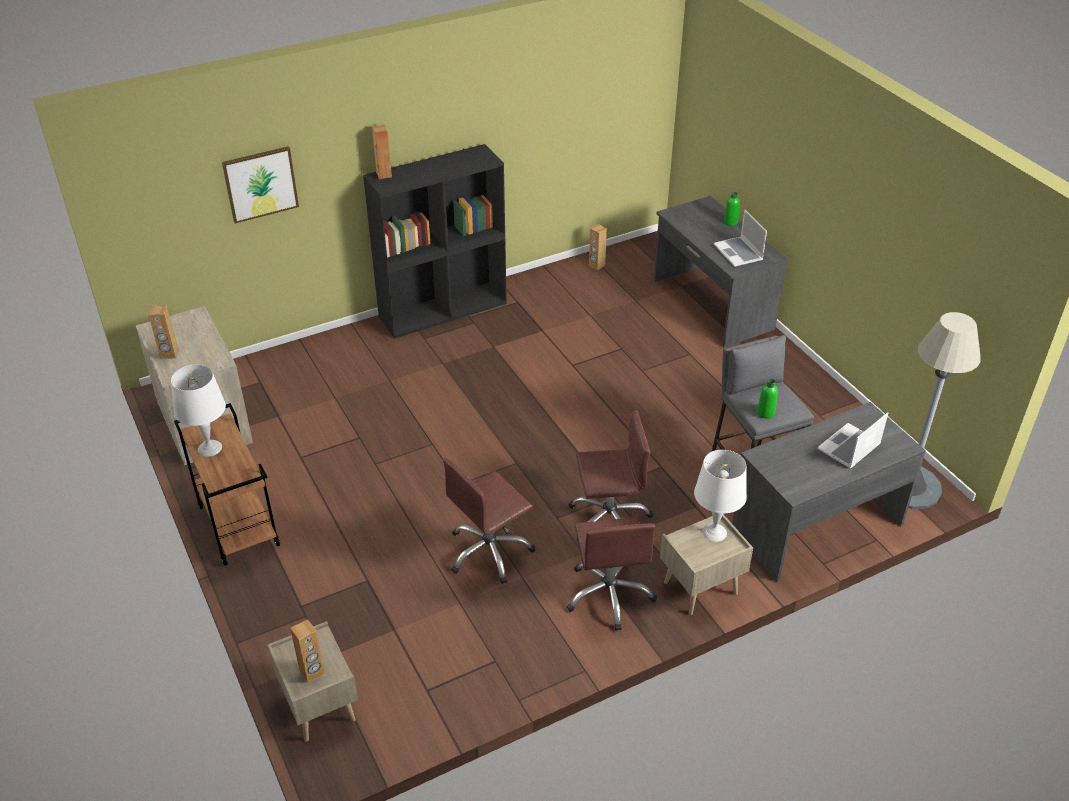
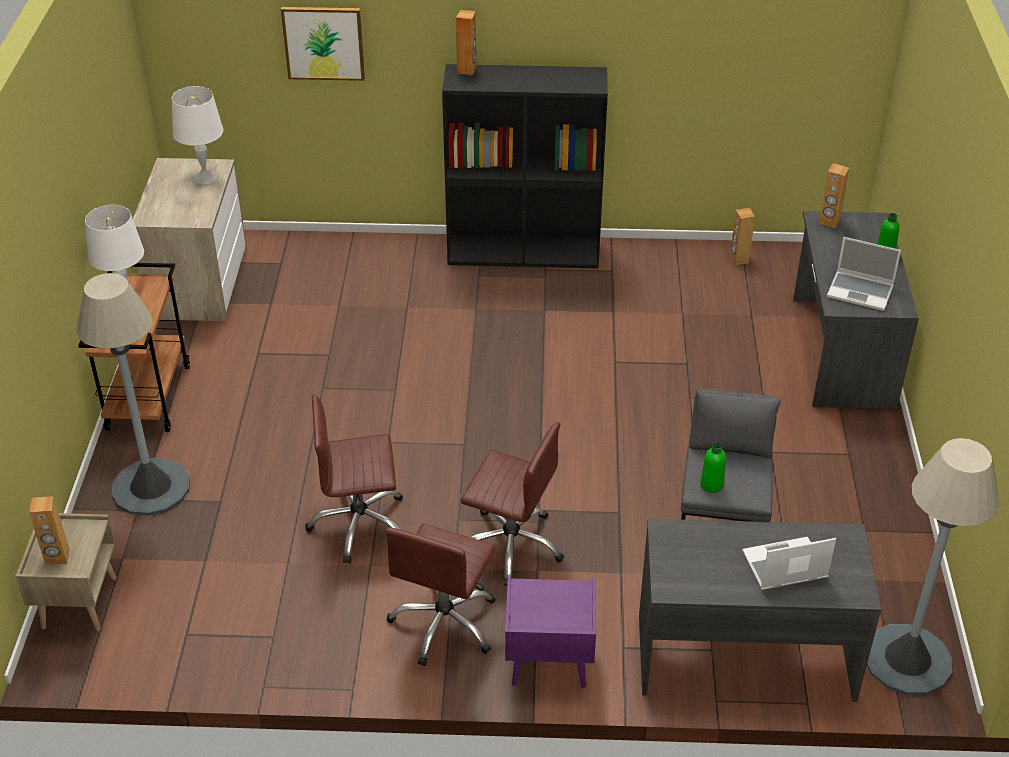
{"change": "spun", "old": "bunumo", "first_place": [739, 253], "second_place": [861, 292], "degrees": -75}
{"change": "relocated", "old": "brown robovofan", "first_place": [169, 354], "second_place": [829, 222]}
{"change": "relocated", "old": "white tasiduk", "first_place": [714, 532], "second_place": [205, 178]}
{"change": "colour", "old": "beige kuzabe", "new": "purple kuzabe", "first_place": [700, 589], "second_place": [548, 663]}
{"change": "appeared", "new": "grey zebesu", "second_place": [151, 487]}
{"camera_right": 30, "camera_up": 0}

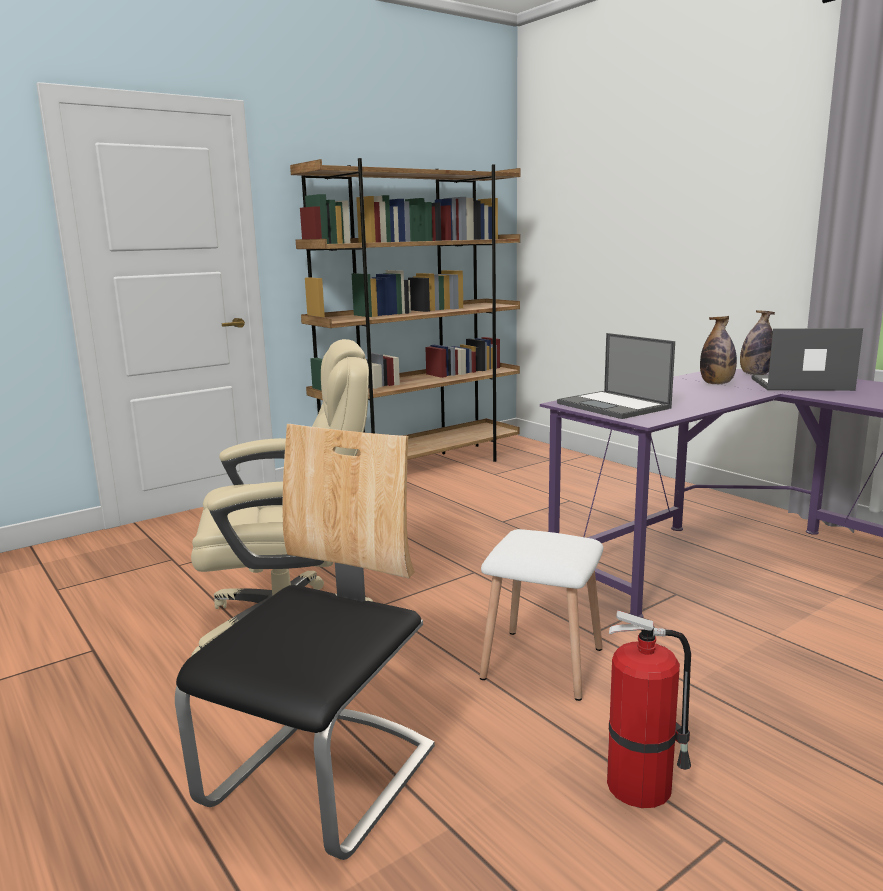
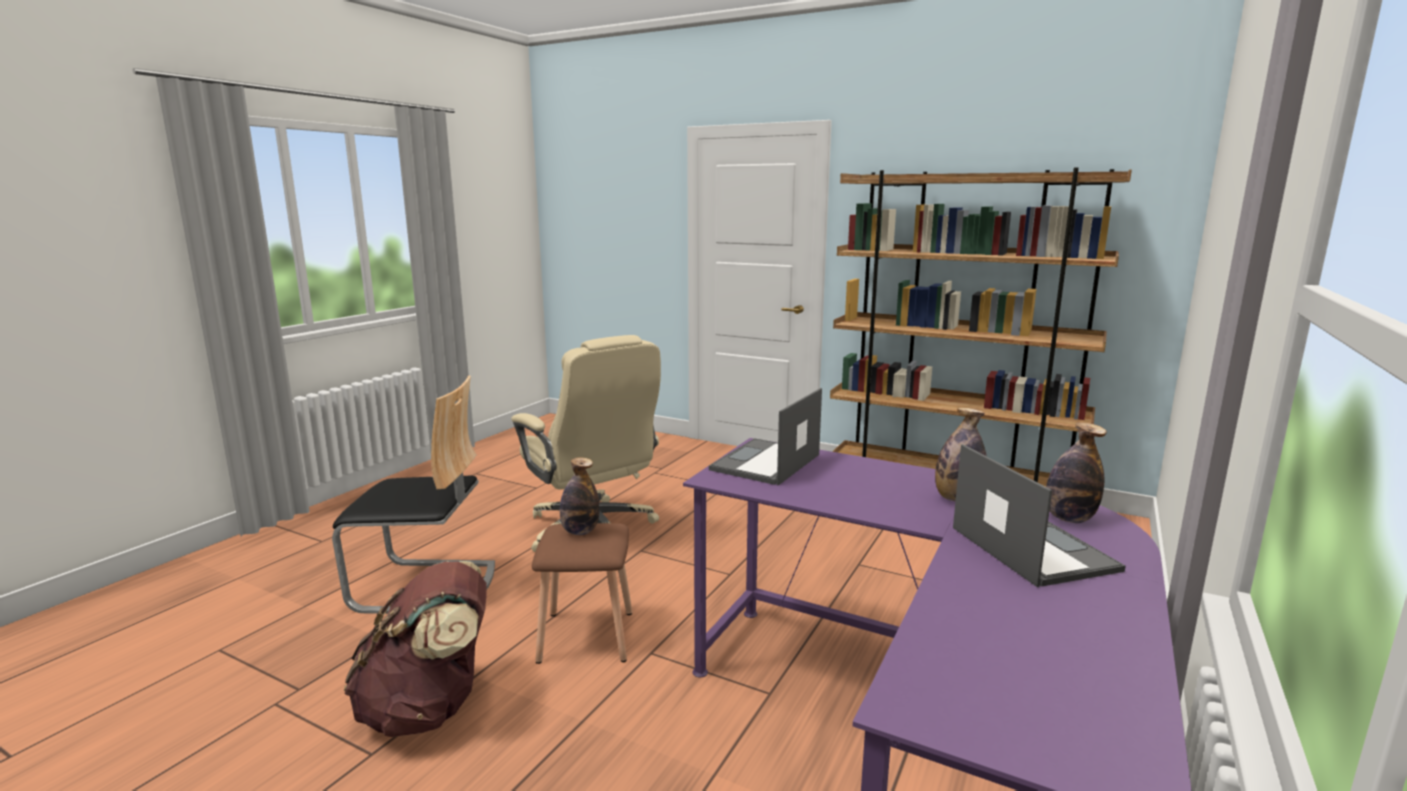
{"change": "colour", "old": "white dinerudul", "new": "brown dinerudul", "first_place": [540, 663], "second_place": [585, 635]}
{"change": "exchanged", "old": "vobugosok", "new": "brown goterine", "first_place": [642, 786], "second_place": [429, 708]}
{"change": "appeared", "new": "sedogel", "second_place": [580, 531]}
{"camera_right": 65, "camera_up": 0}

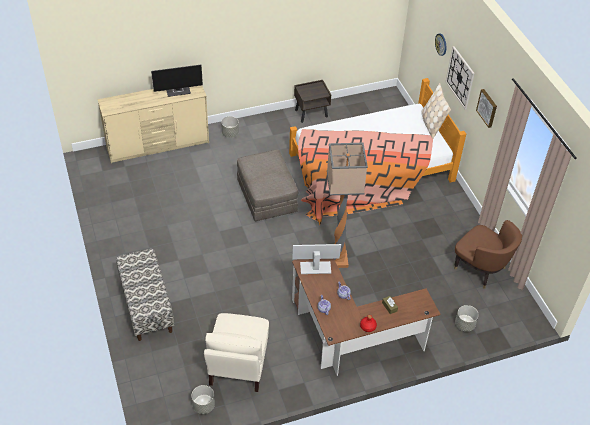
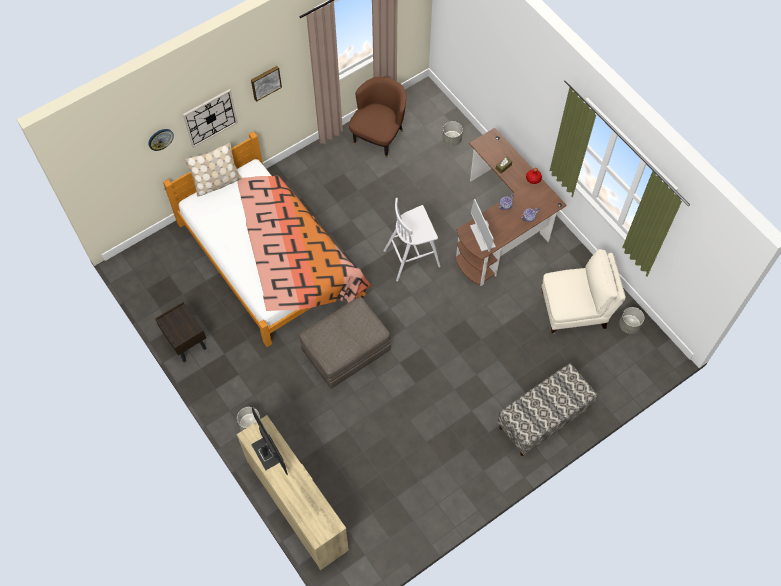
{"change": "exchanged", "old": "zebesu", "new": "white dinerudul", "first_place": [338, 259], "second_place": [413, 258]}
{"camera_right": -105, "camera_up": 15}

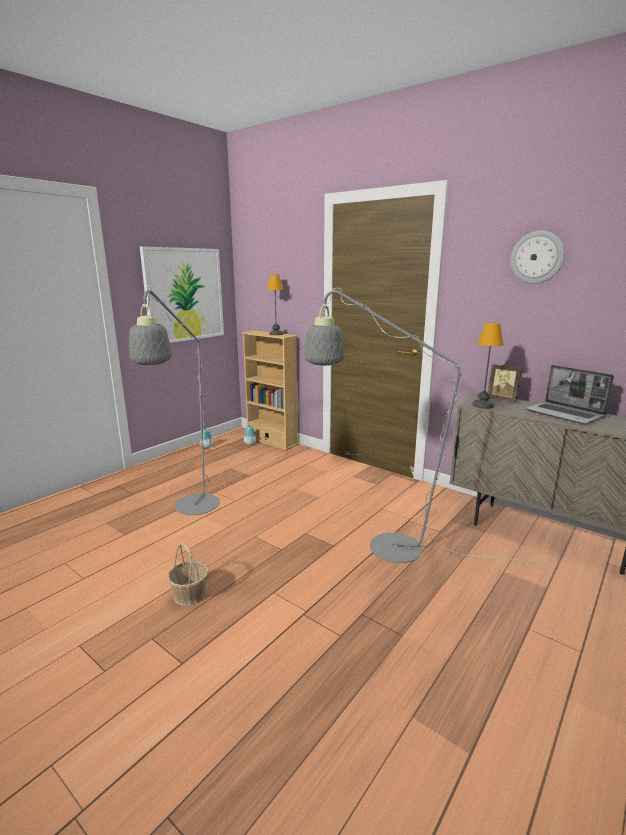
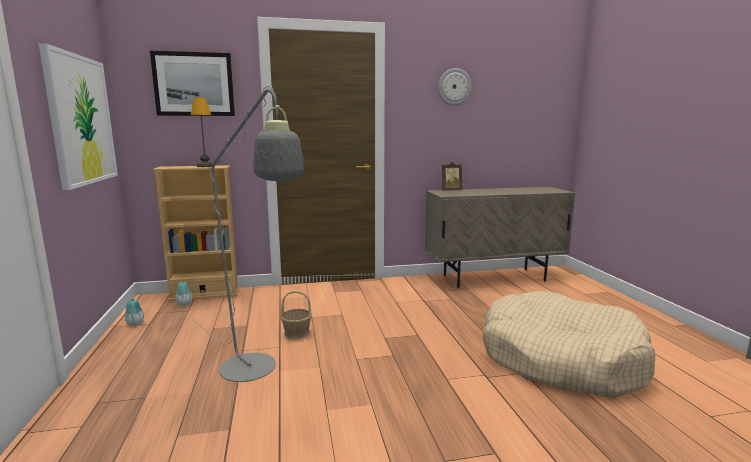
{"change": "missing", "old": "grey zebesu", "first_place": [381, 546]}
{"change": "missing", "old": "tasiduk", "first_place": [482, 405]}
{"change": "missing", "old": "bunumo", "first_place": [565, 414]}
{"change": "relocated", "old": "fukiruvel", "first_place": [190, 594], "second_place": [296, 333]}
{"change": "appeared", "new": "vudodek", "second_place": [194, 84]}
{"change": "appeared", "new": "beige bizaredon", "second_place": [560, 359]}
{"camera_right": -50, "camera_up": -5}

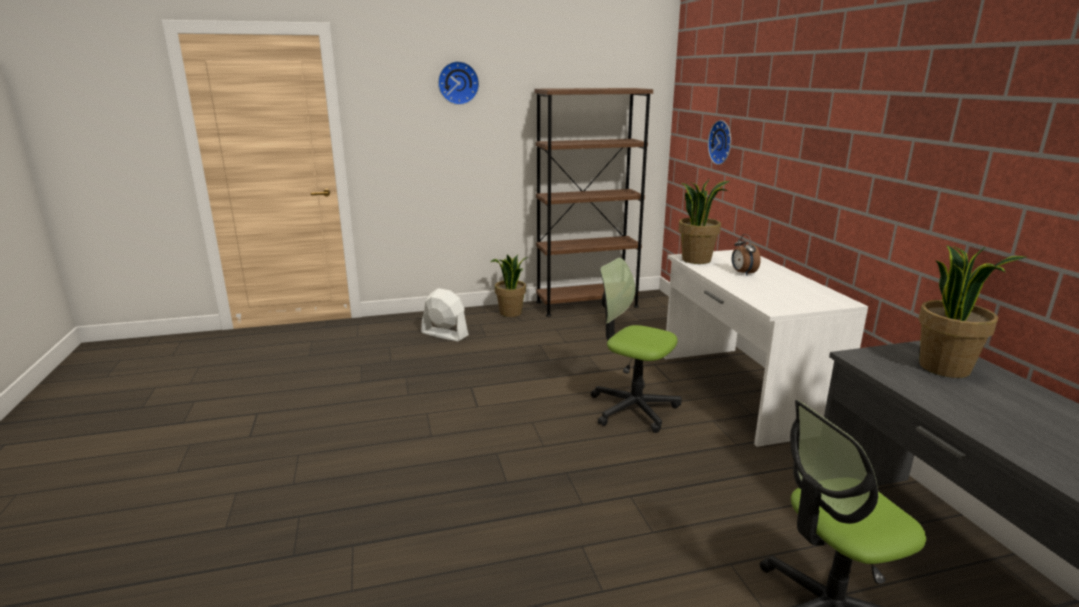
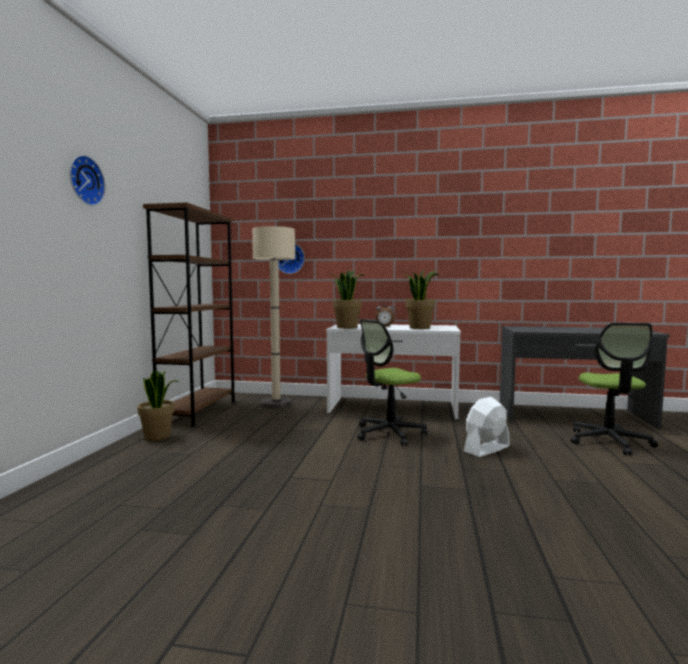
{"change": "relocated", "old": "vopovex", "first_place": [945, 368], "second_place": [420, 328]}
{"change": "relocated", "old": "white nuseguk", "first_place": [444, 334], "second_place": [486, 449]}
{"change": "appeared", "new": "beige zebesu", "second_place": [276, 404]}
{"camera_right": -65, "camera_up": -15}

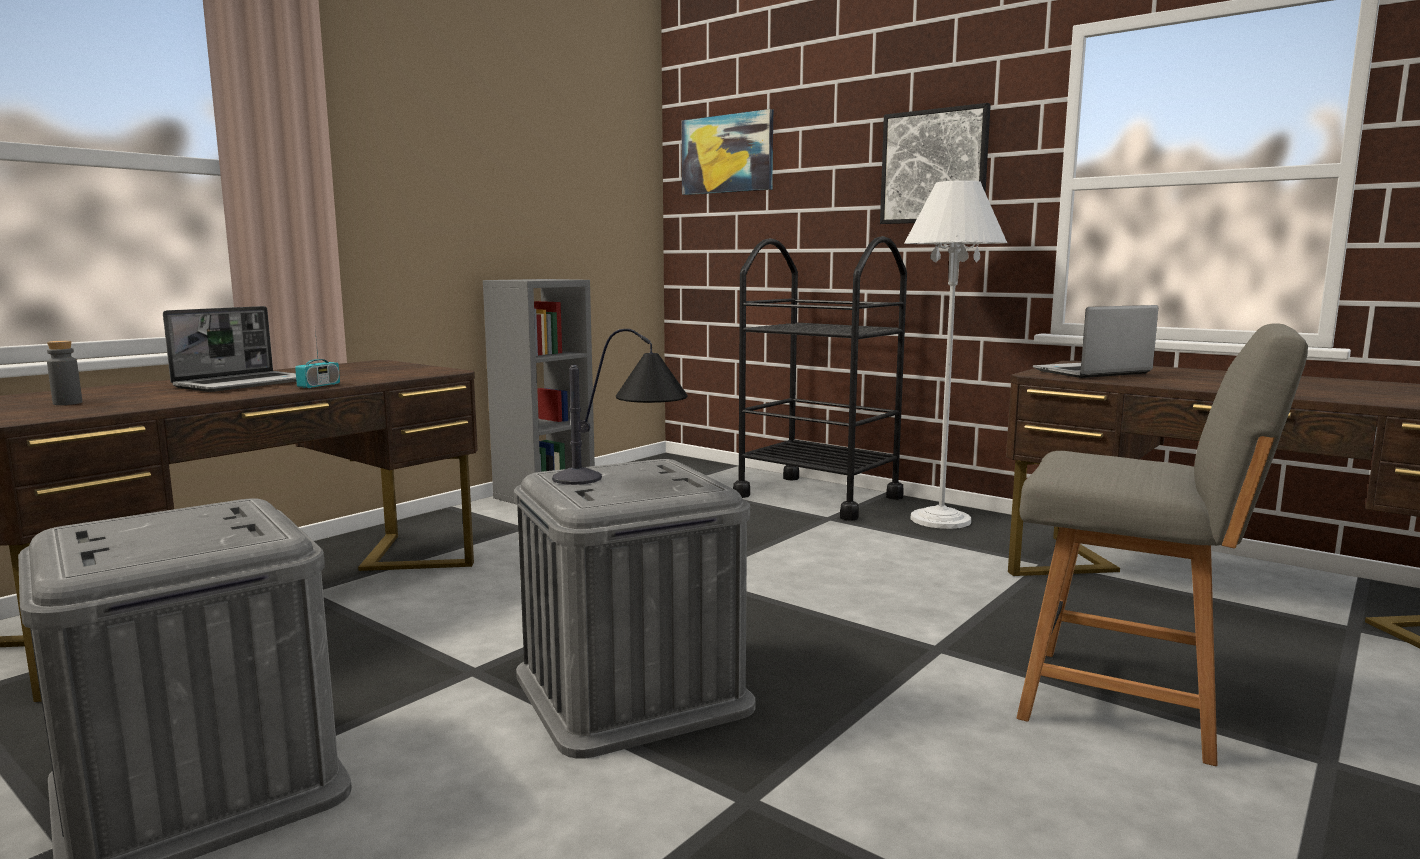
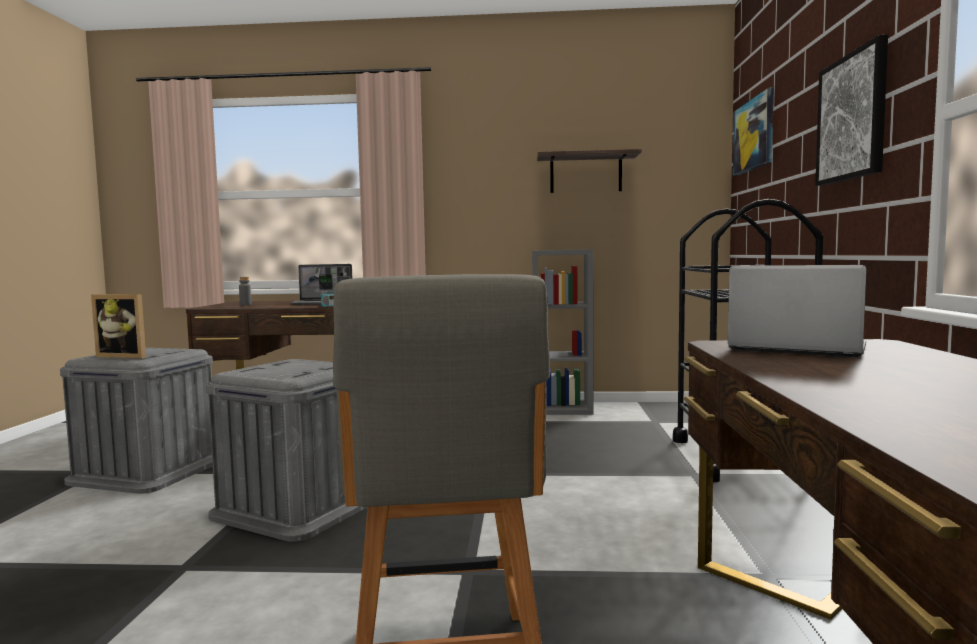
{"change": "missing", "old": "white zebesu", "first_place": [940, 519]}
{"change": "missing", "old": "tasiduk", "first_place": [624, 482]}
{"change": "appeared", "new": "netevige", "second_place": [585, 174]}
{"change": "appeared", "new": "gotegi", "second_place": [126, 356]}
{"camera_right": 55, "camera_up": -5}

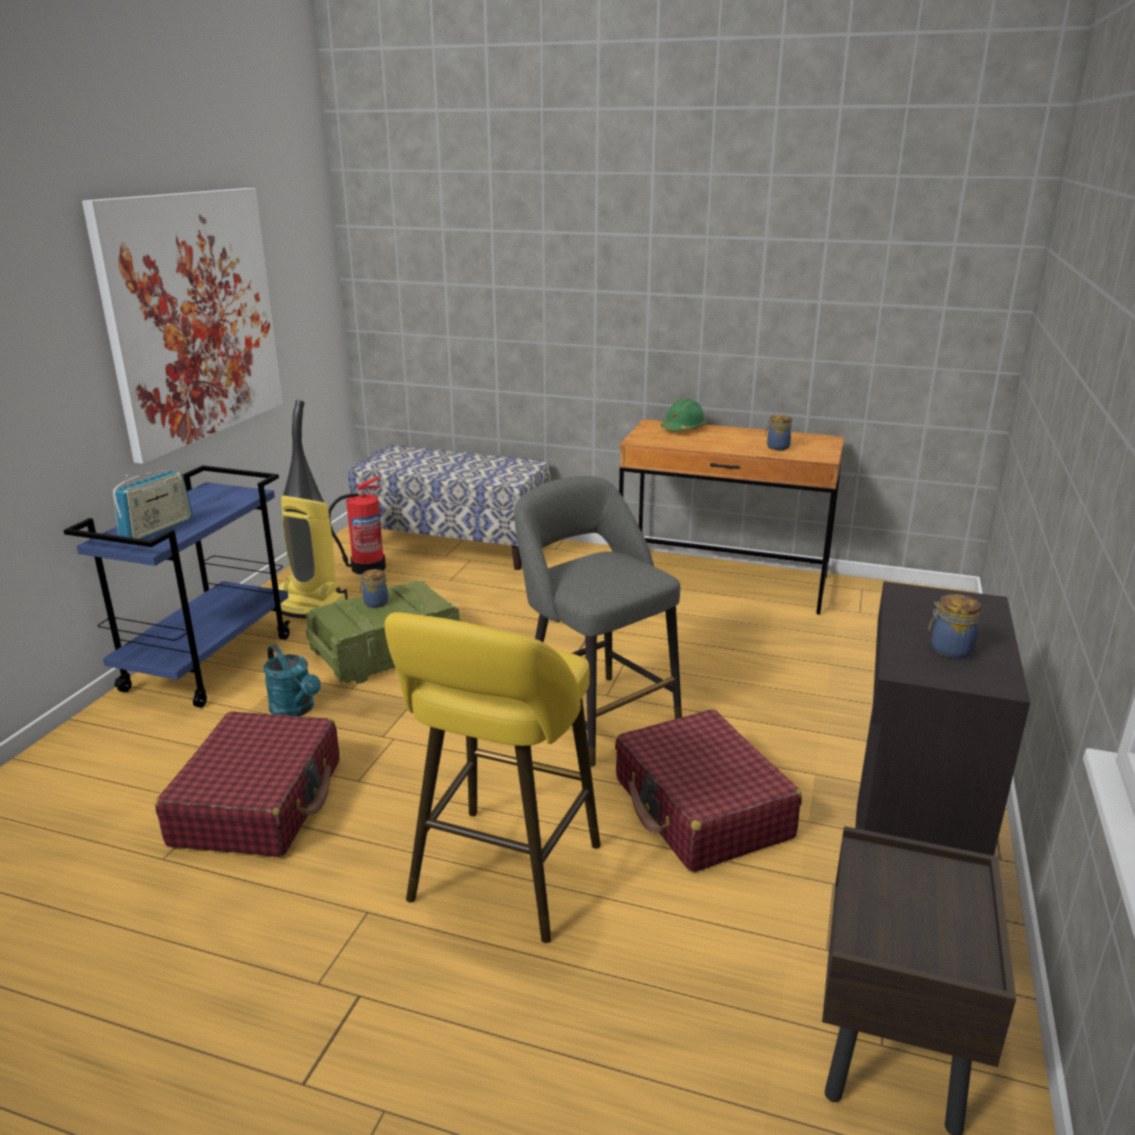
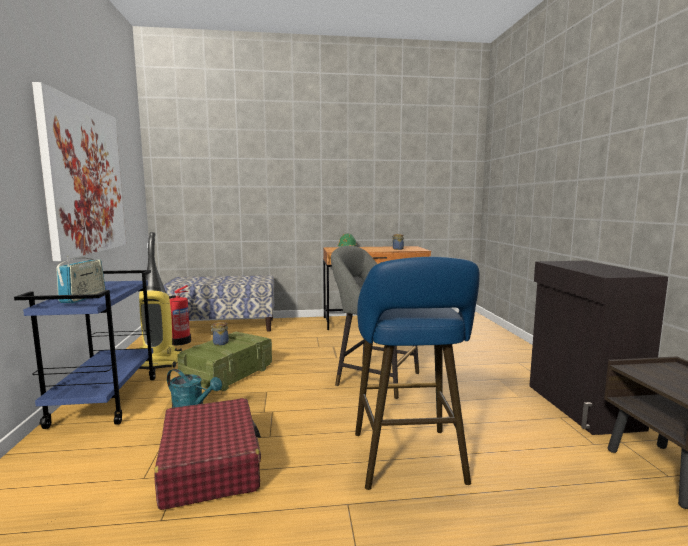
{"change": "missing", "old": "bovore", "first_place": [949, 650]}
{"change": "colour", "old": "yellow dinerudul", "new": "blue dinerudul", "first_place": [501, 880], "second_place": [409, 461]}
{"change": "missing", "old": "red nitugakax", "first_place": [701, 809]}
{"camera_right": -25, "camera_up": -15}

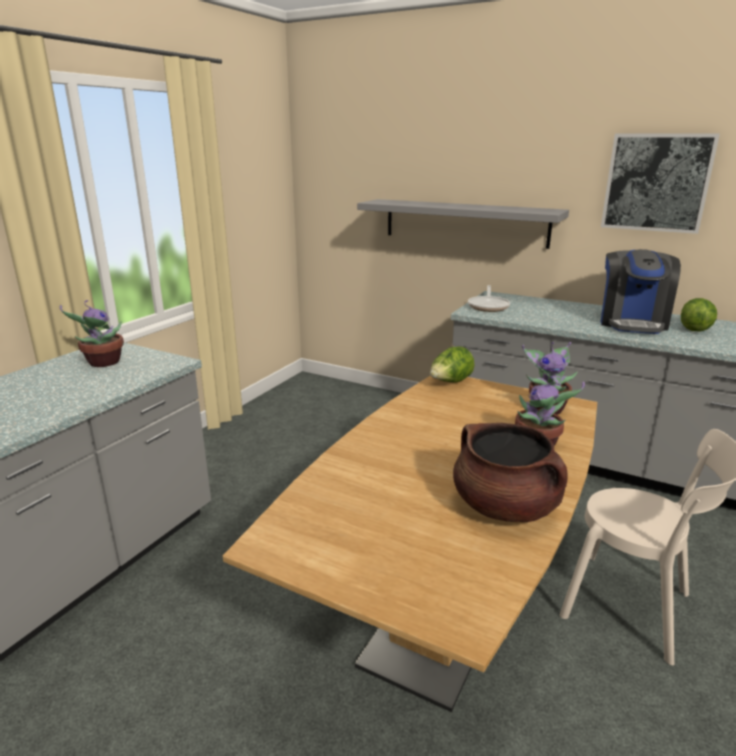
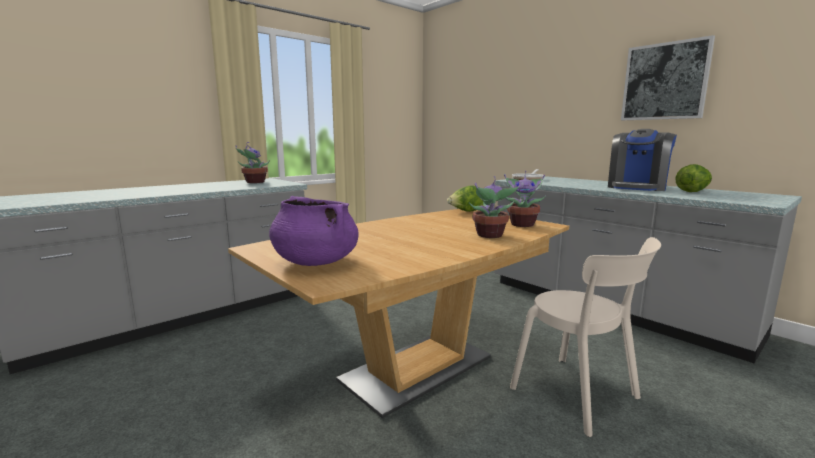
{"change": "missing", "old": "grey netevige", "first_place": [464, 222]}
{"change": "missing", "old": "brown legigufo", "first_place": [505, 507]}
{"change": "appeared", "new": "purple legigufo", "second_place": [315, 262]}
{"camera_right": 20, "camera_up": -10}

